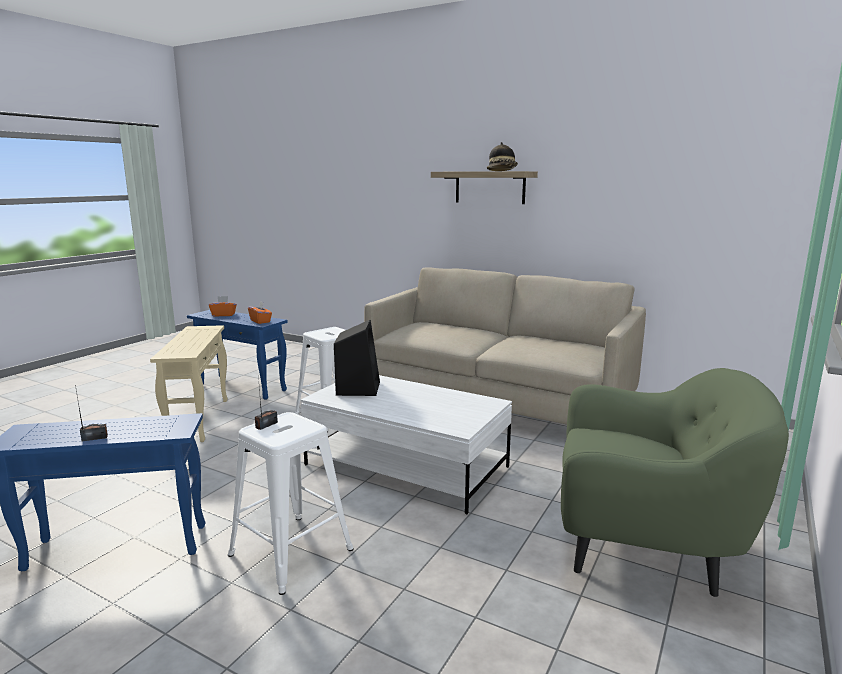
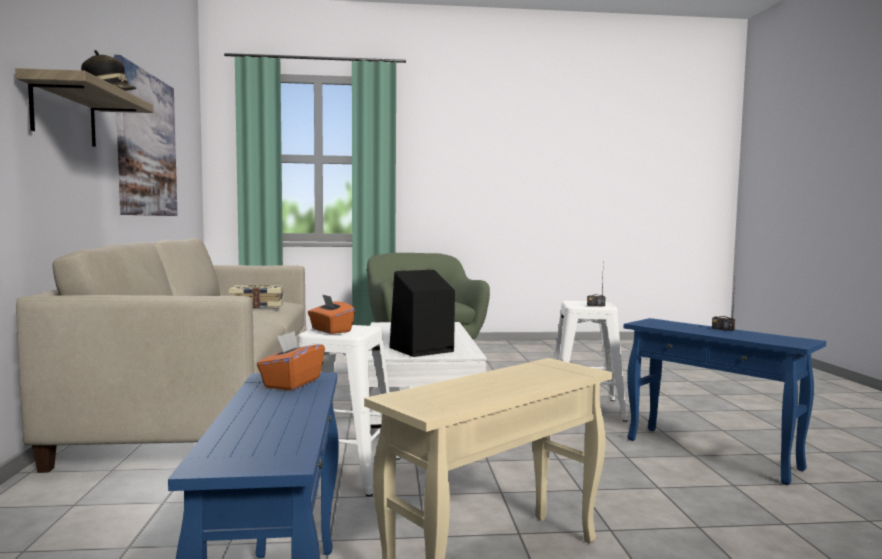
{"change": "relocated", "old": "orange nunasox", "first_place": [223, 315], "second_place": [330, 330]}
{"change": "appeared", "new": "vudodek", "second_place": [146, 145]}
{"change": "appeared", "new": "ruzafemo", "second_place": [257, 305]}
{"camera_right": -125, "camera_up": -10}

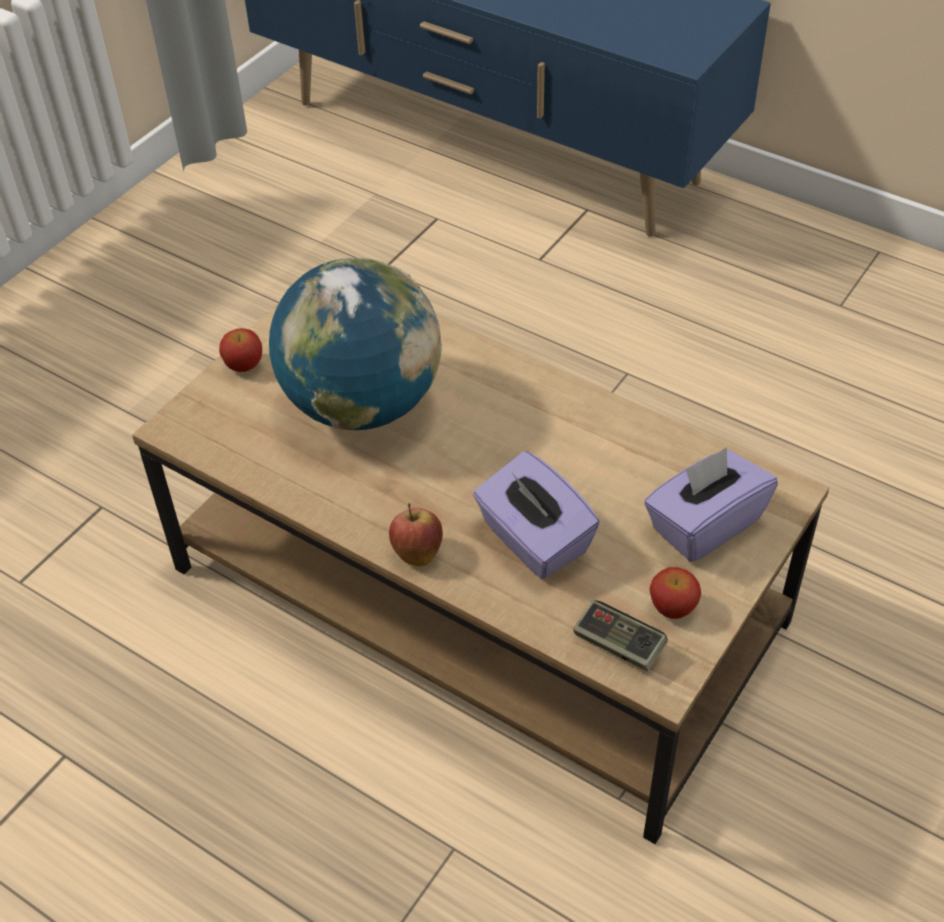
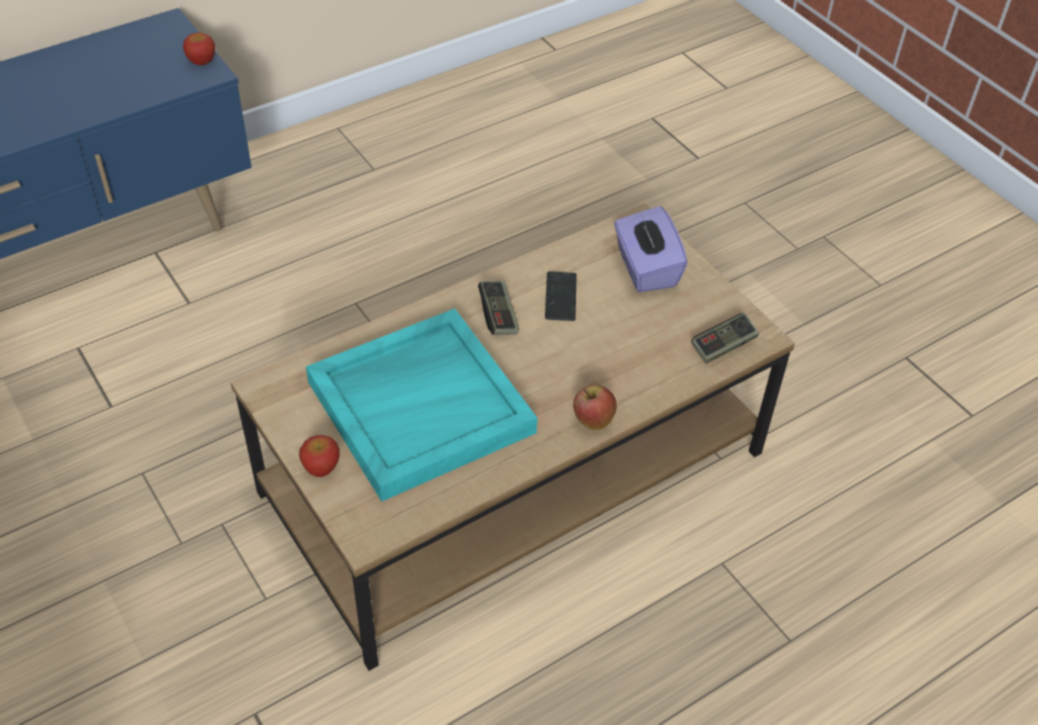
{"change": "exchanged", "old": "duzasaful", "new": "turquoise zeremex", "first_place": [362, 405], "second_place": [421, 405]}
{"change": "missing", "old": "purple nunasox", "first_place": [533, 540]}
{"change": "relocated", "old": "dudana", "first_place": [672, 608], "second_place": [201, 61]}
{"change": "appeared", "new": "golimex", "second_place": [560, 297]}
{"change": "appeared", "new": "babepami", "second_place": [498, 315]}
{"camera_right": -70, "camera_up": 0}

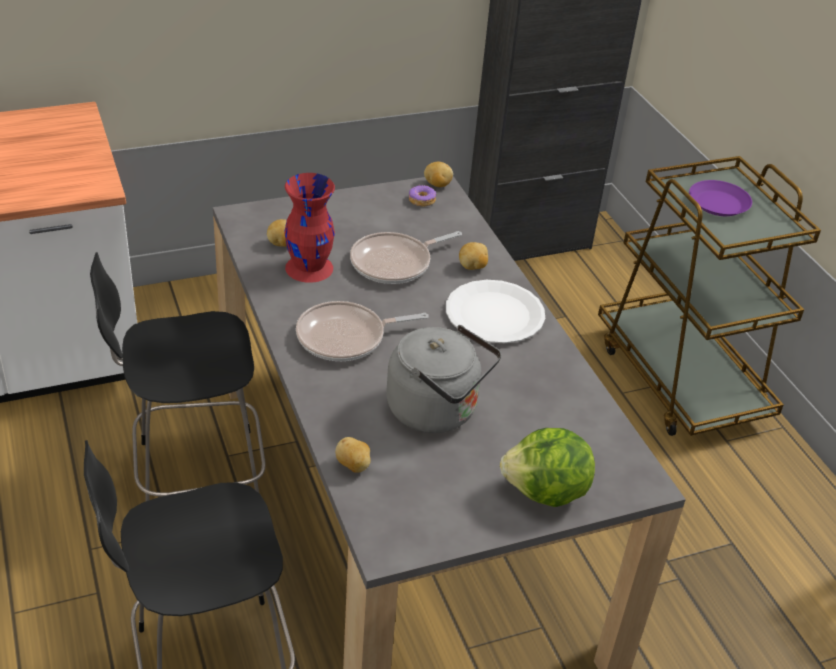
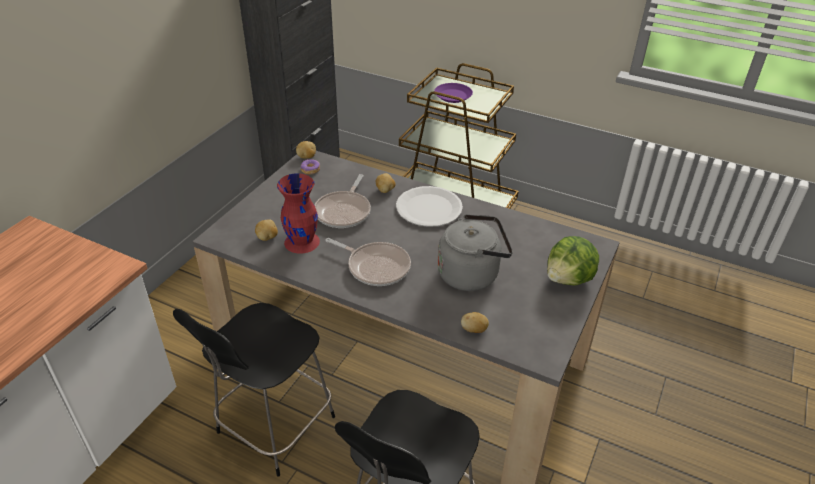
{"change": "spun", "old": "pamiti", "first_place": [346, 337], "second_place": [375, 267], "degrees": -90}
{"camera_right": -40, "camera_up": 0}

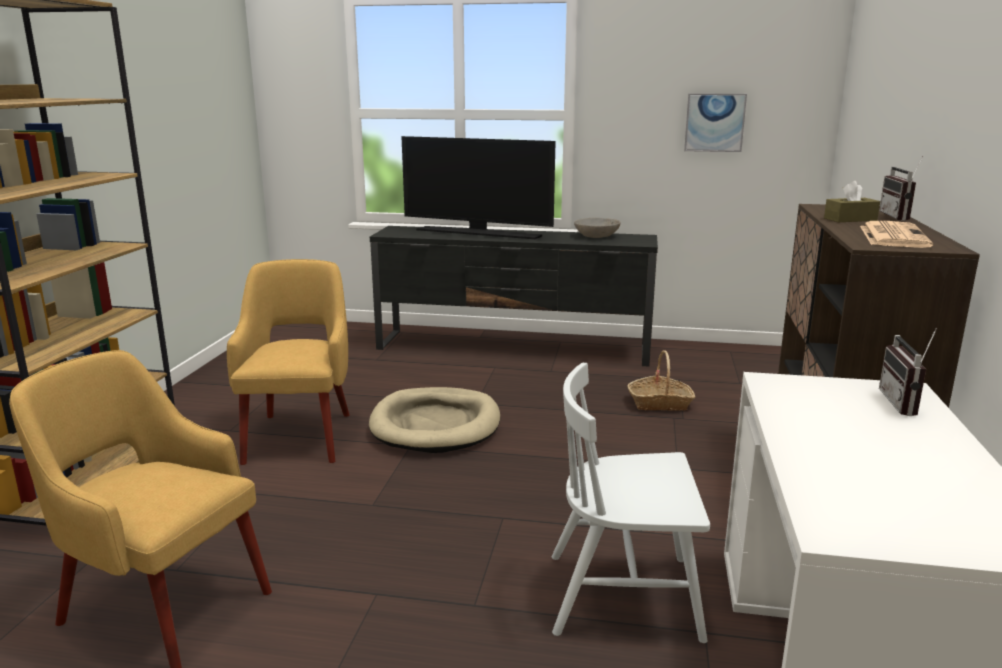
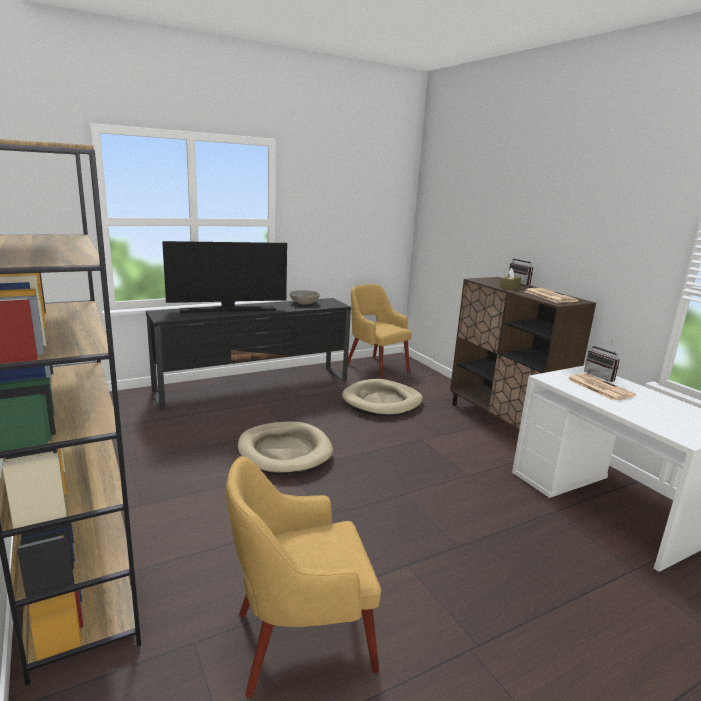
{"change": "missing", "old": "vudodek", "first_place": [714, 122]}
{"change": "relocated", "old": "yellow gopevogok", "first_place": [300, 435], "second_place": [376, 366]}
{"change": "exchanged", "old": "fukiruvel", "new": "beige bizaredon", "first_place": [660, 403], "second_place": [382, 402]}
{"change": "missing", "old": "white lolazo", "first_place": [624, 595]}
{"change": "appeared", "new": "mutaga", "second_place": [598, 387]}
{"camera_right": -40, "camera_up": 0}

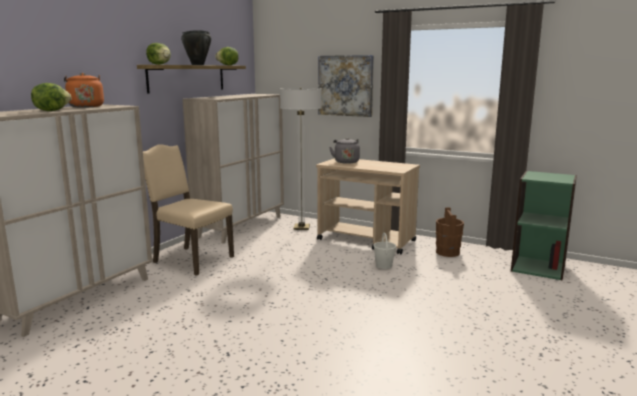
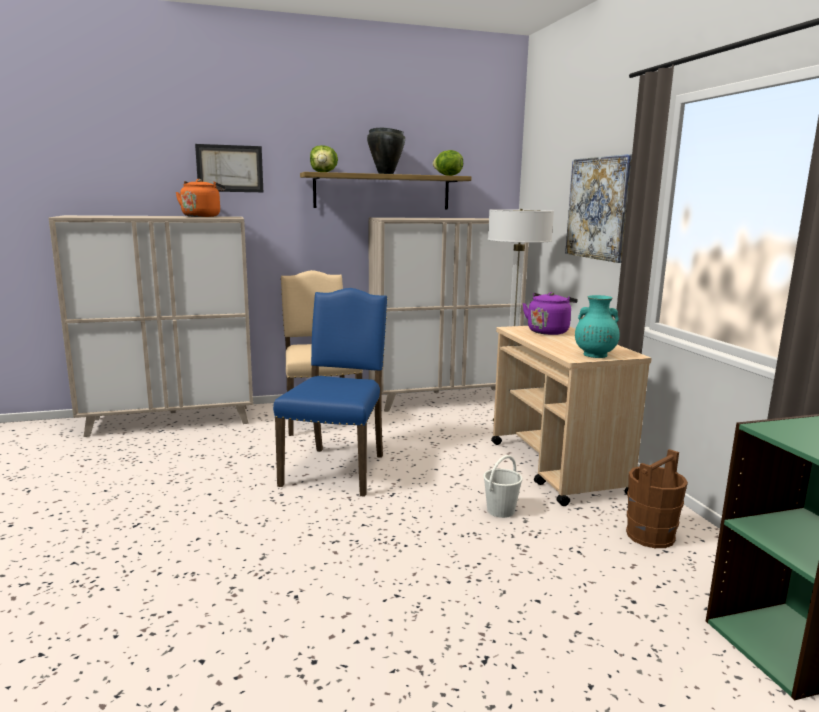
{"change": "missing", "old": "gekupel", "first_place": [51, 111]}
{"change": "colour", "old": "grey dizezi", "new": "purple dizezi", "first_place": [346, 161], "second_place": [548, 331]}
{"change": "appeared", "new": "vudodek", "second_place": [230, 168]}
{"change": "appeared", "new": "blue lolazo", "second_place": [337, 469]}
{"change": "appeared", "new": "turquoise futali", "second_place": [594, 355]}
{"camera_right": 45, "camera_up": 0}

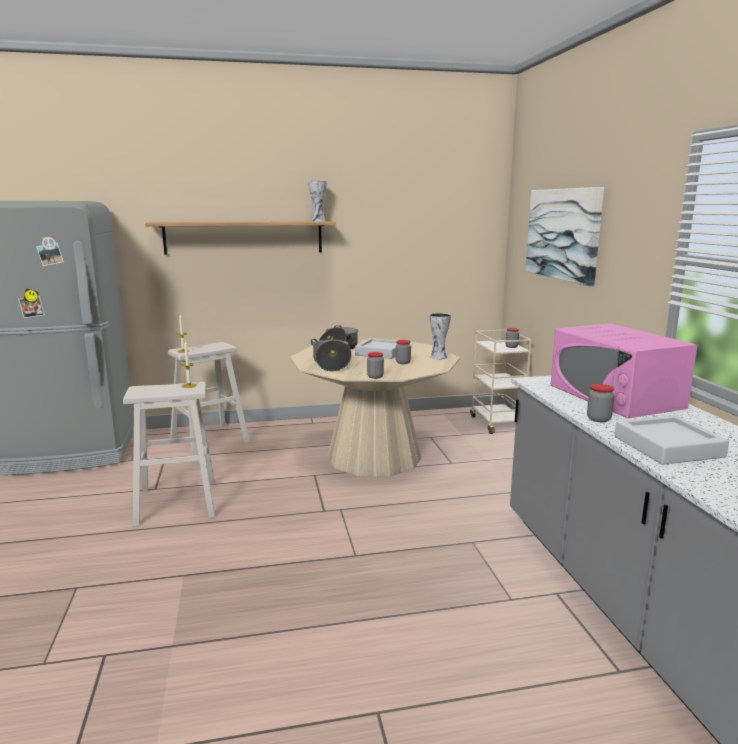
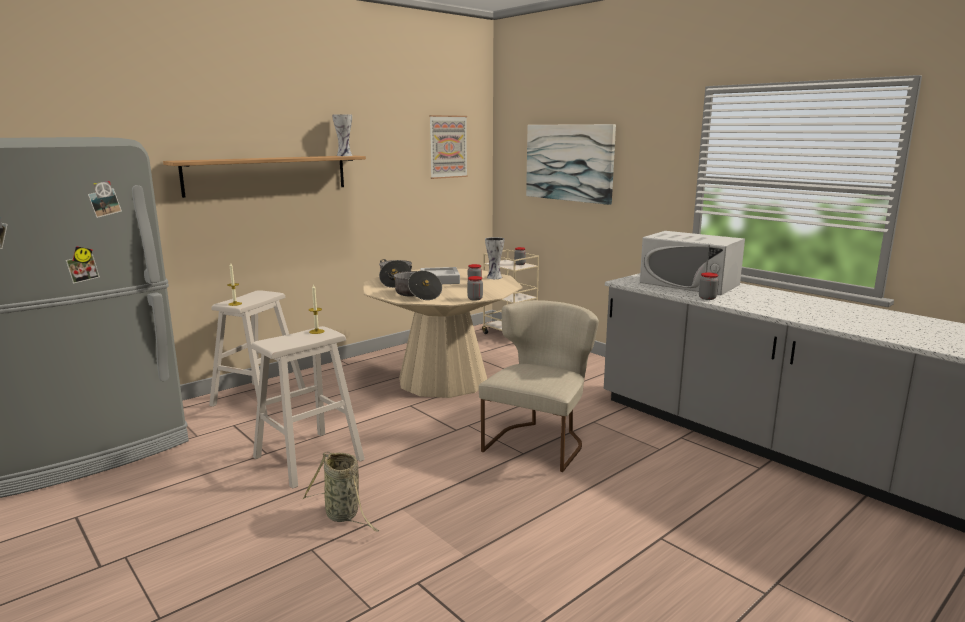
{"change": "colour", "old": "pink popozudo", "new": "white popozudo", "first_place": [615, 396], "second_place": [689, 283]}
{"change": "missing", "old": "grey zeremex", "first_place": [667, 446]}
{"change": "appeared", "new": "vudodek", "second_place": [448, 147]}
{"change": "appeared", "new": "beige lolazo", "second_place": [539, 442]}
{"change": "appeared", "new": "fukiruvel", "second_place": [344, 515]}
{"camera_right": -30, "camera_up": 0}

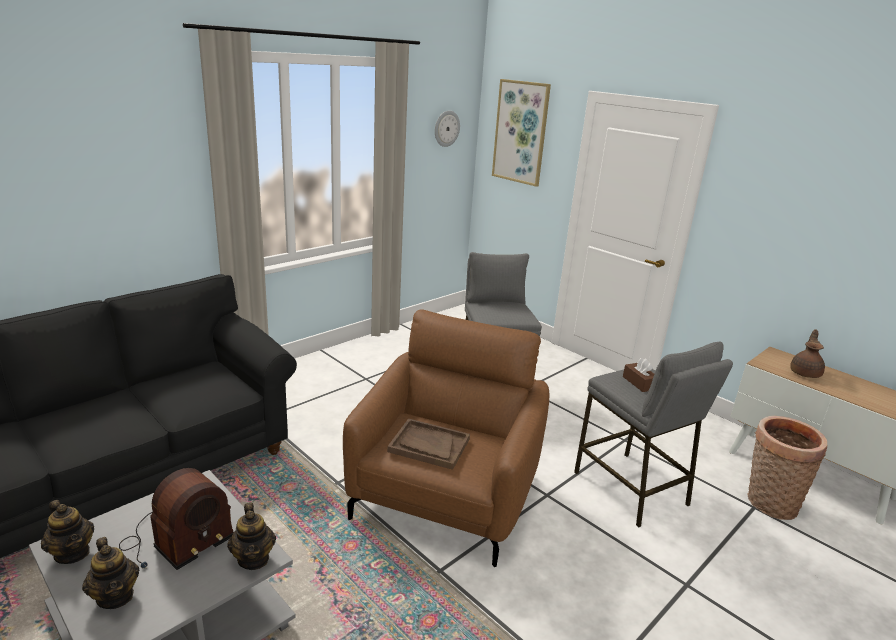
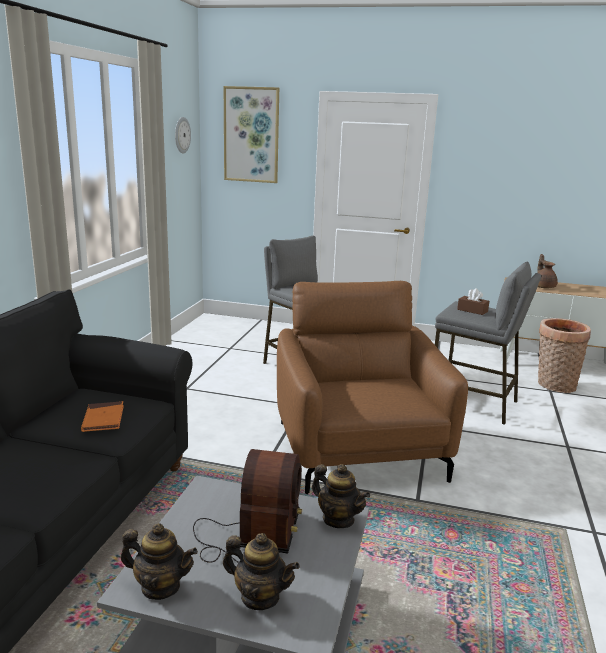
{"change": "missing", "old": "brown zeremex", "first_place": [429, 445]}
{"change": "appeared", "new": "orange ruzafemo", "second_place": [103, 419]}
{"camera_right": -30, "camera_up": -5}

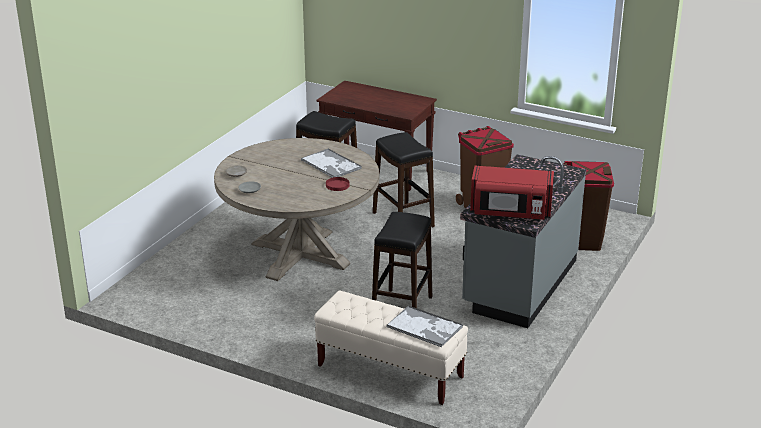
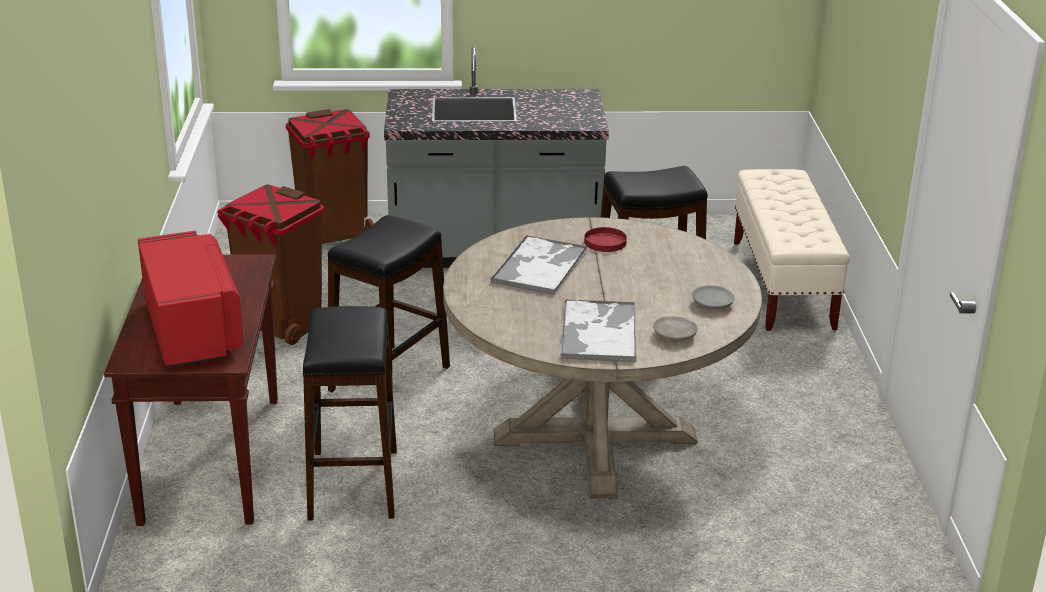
{"change": "relocated", "old": "red popozudo", "first_place": [510, 212], "second_place": [192, 330]}
{"change": "relocated", "old": "zeremex", "first_place": [425, 327], "second_place": [598, 331]}
{"camera_right": -120, "camera_up": 0}

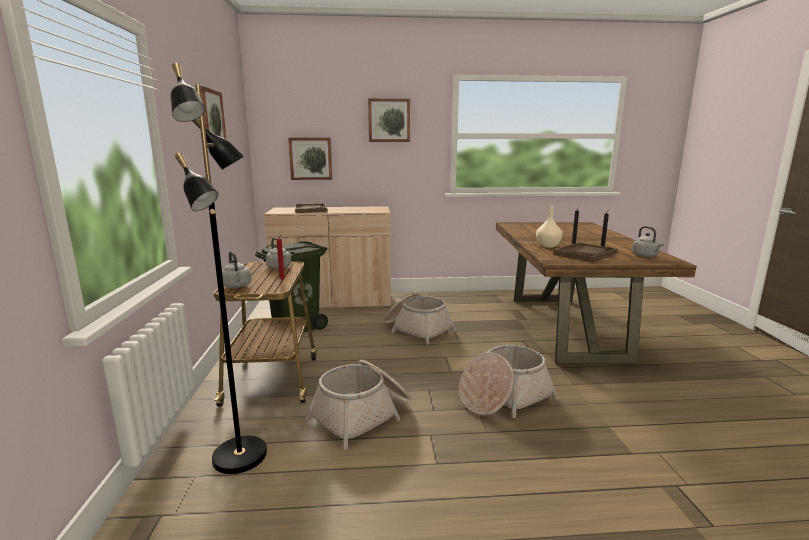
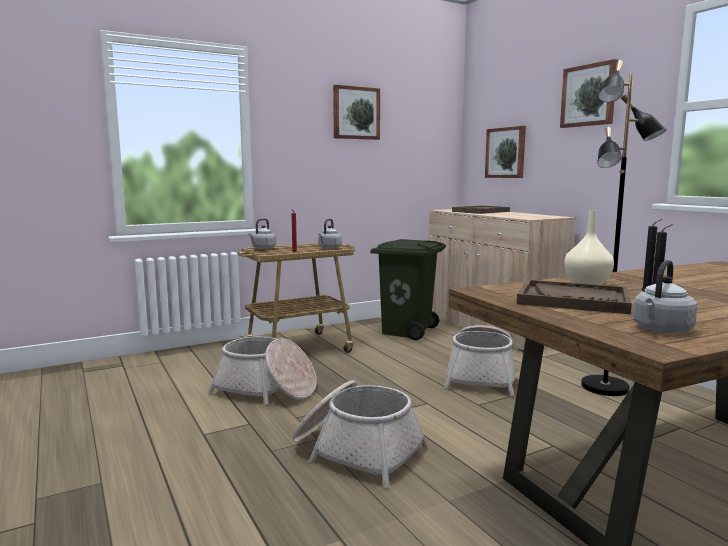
{"change": "relocated", "old": "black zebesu", "first_place": [241, 456], "second_place": [605, 388]}
{"camera_right": 65, "camera_up": -5}

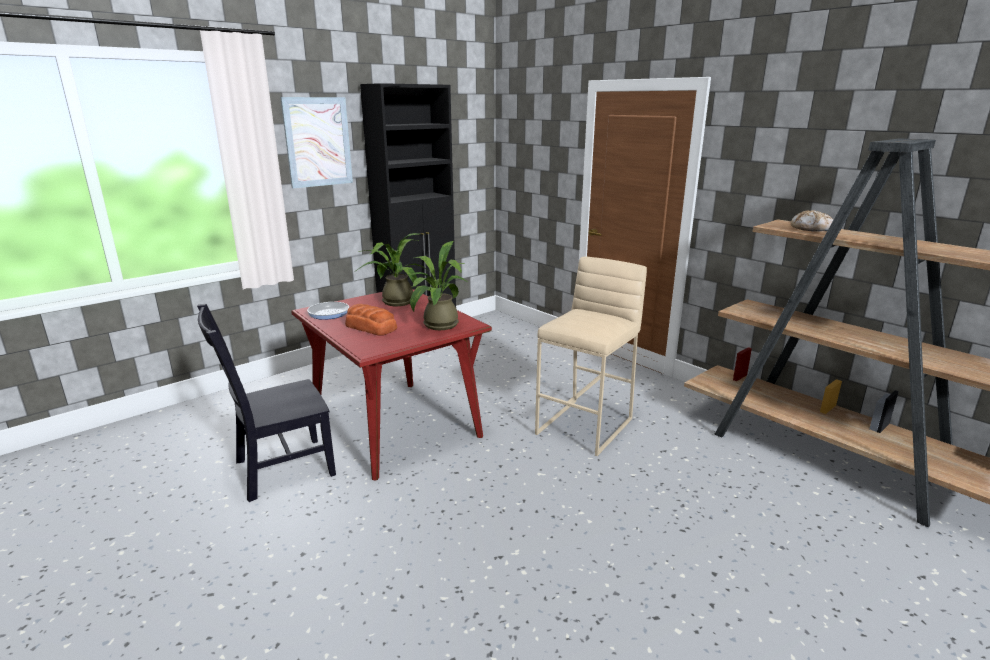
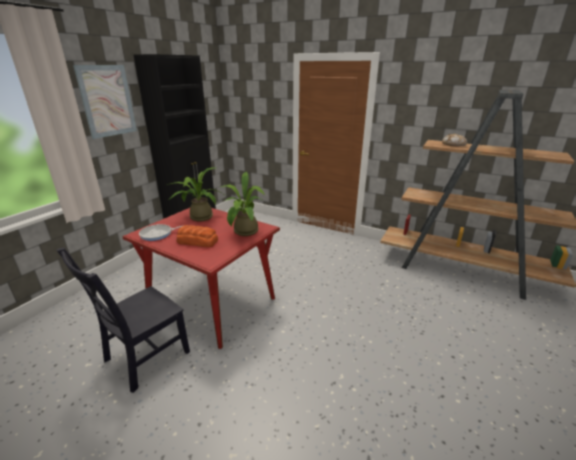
{"change": "missing", "old": "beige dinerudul", "first_place": [586, 426]}
{"camera_right": -20, "camera_up": 5}

